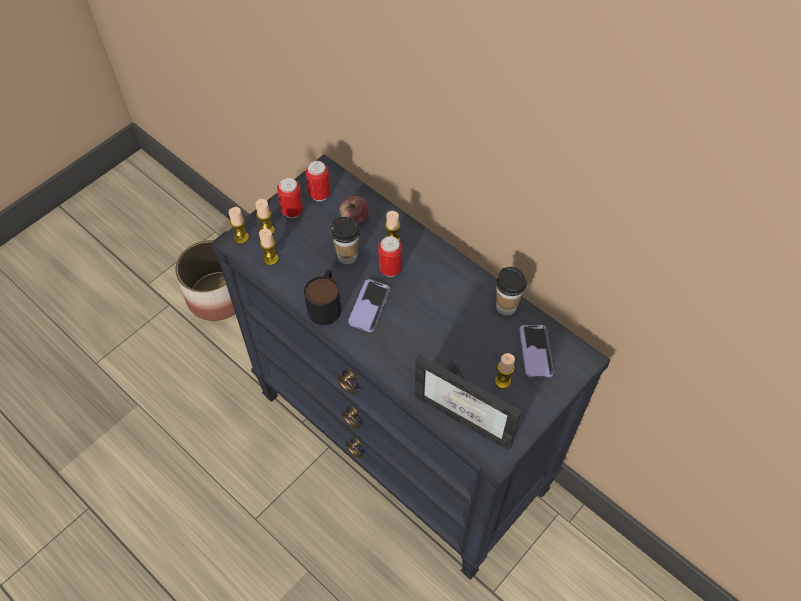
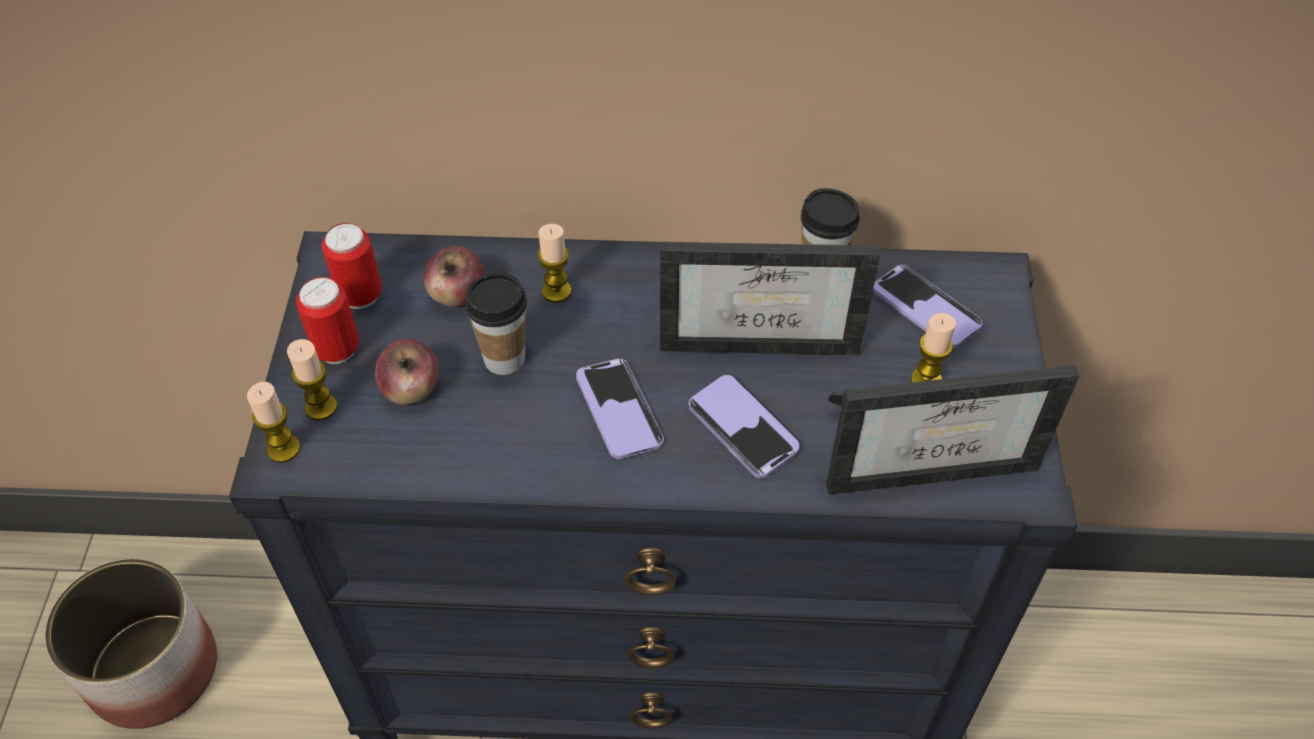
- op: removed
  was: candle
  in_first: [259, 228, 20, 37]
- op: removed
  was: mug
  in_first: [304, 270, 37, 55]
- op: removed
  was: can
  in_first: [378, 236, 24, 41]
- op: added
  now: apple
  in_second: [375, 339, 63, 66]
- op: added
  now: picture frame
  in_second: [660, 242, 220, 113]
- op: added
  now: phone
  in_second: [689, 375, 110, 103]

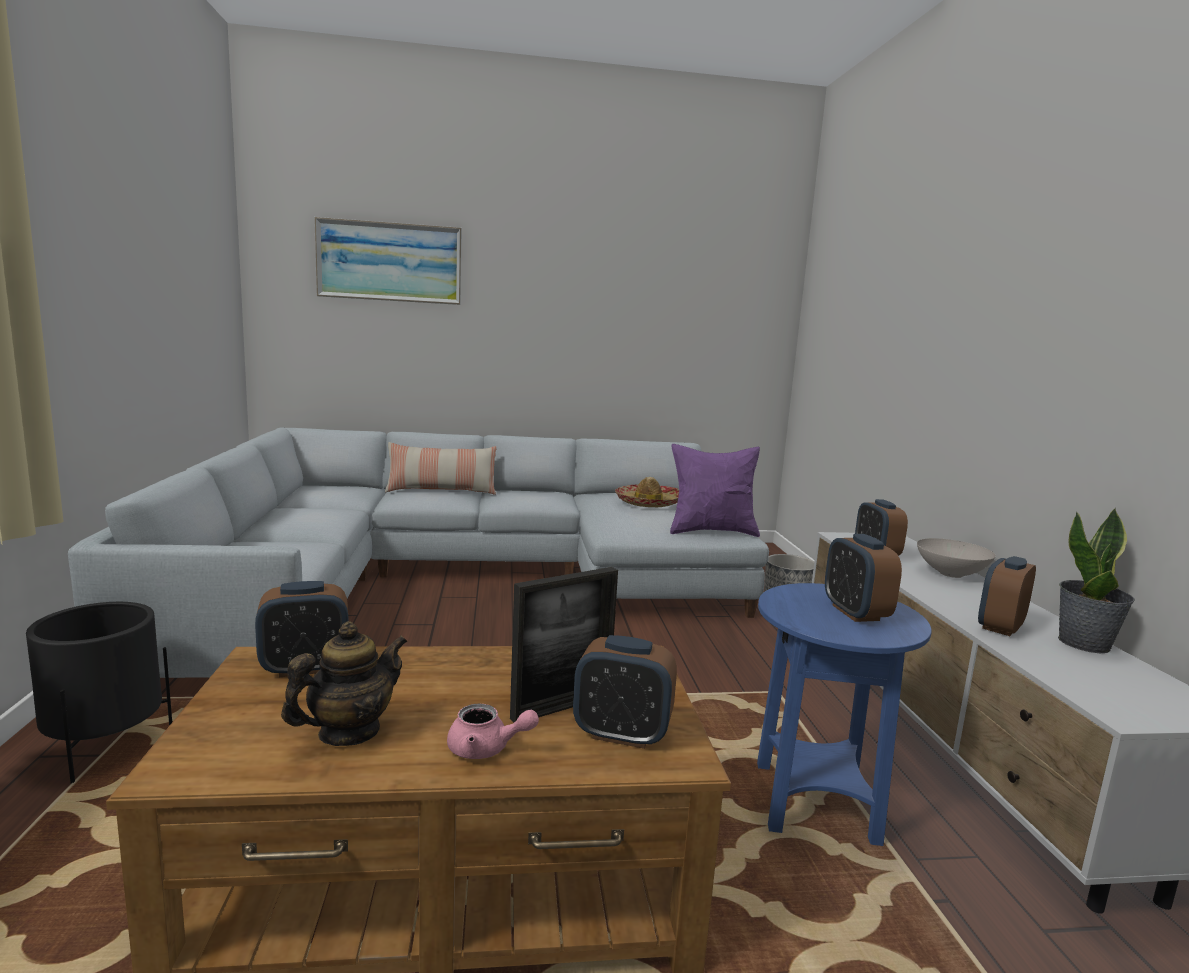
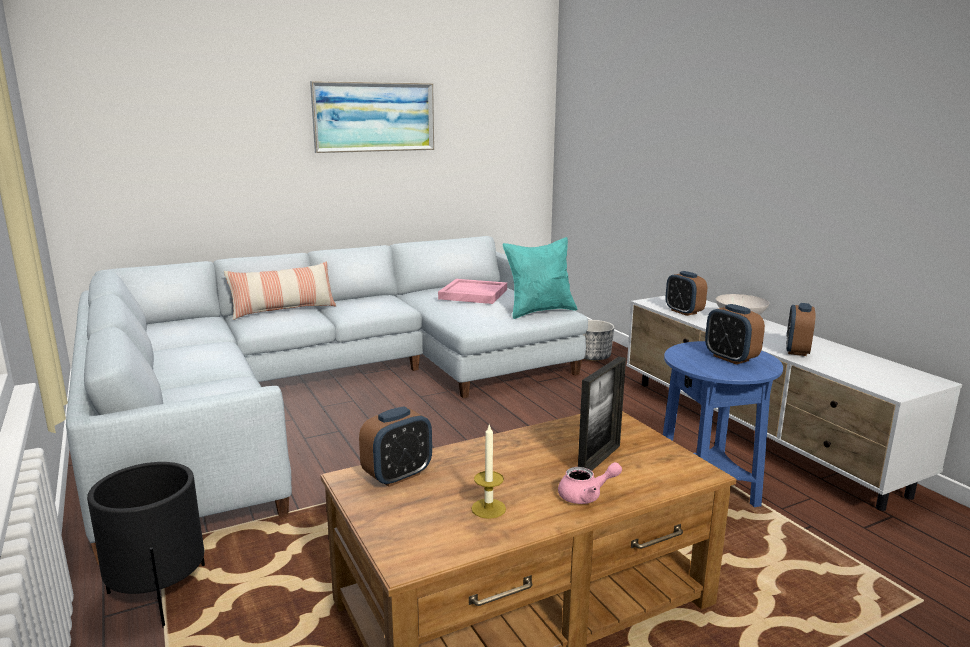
- op: removed
  was: alarm clock
  in_first: [573, 635, 104, 114]
- op: removed
  was: potted plant
  in_first: [1058, 508, 77, 145]
- op: moved
  was: picture
  in_first: [314, 217, 148, 88]
  in_second: [310, 81, 124, 72]
- op: replaced
  was: teapot
  now: candle
  in_first: [281, 621, 127, 125]
  in_second: [471, 424, 35, 95]
- op: replaced
  was: hat
  now: tray in pink
  in_first: [615, 477, 64, 30]
  in_second: [438, 279, 69, 25]
- op: recoloured
  was: pillow in purple
  now: pillow in turquoise
  in_first: [670, 444, 90, 93]
  in_second: [503, 237, 74, 82]

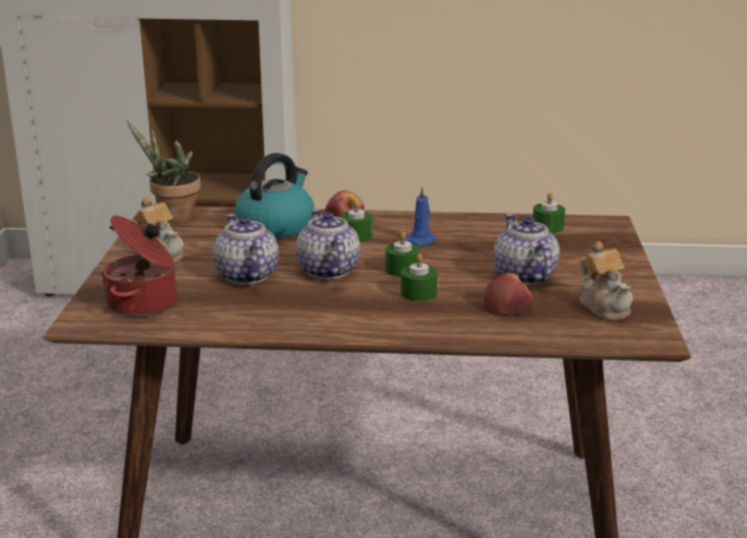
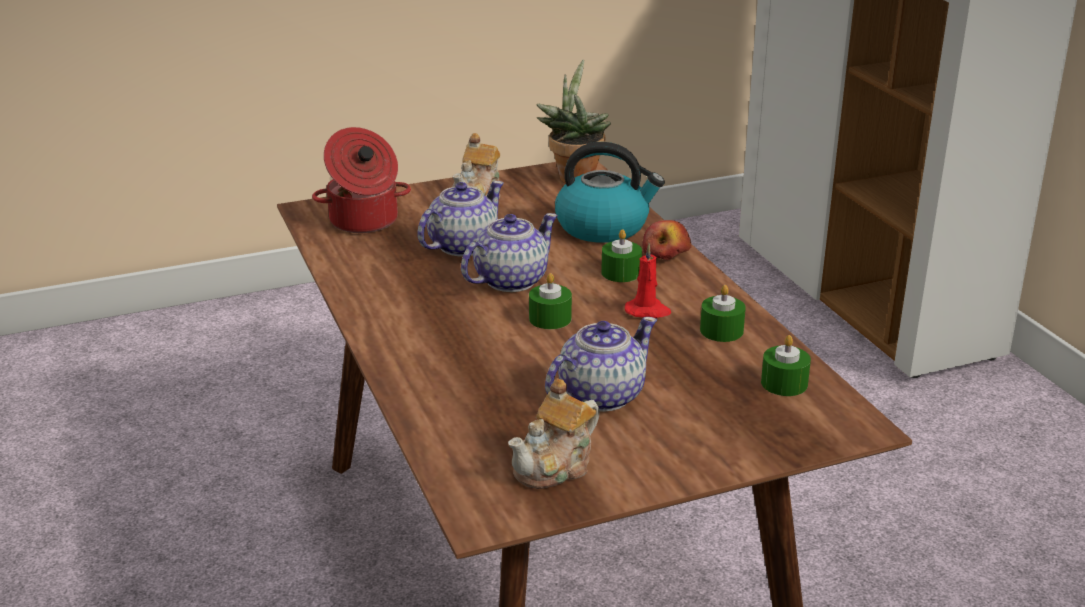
- op: removed
  was: apple
  in_first: [484, 273, 49, 42]
- op: moved
  was: candle in green
  in_first: [401, 254, 36, 48]
  in_second: [700, 285, 46, 57]
- op: recoloured
  was: candle in blue
  now: candle in red
  in_first: [405, 186, 32, 60]
  in_second: [625, 244, 46, 74]

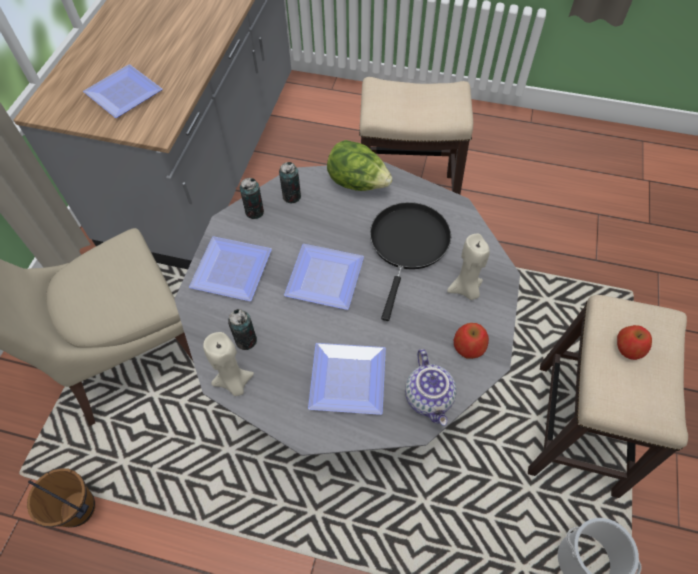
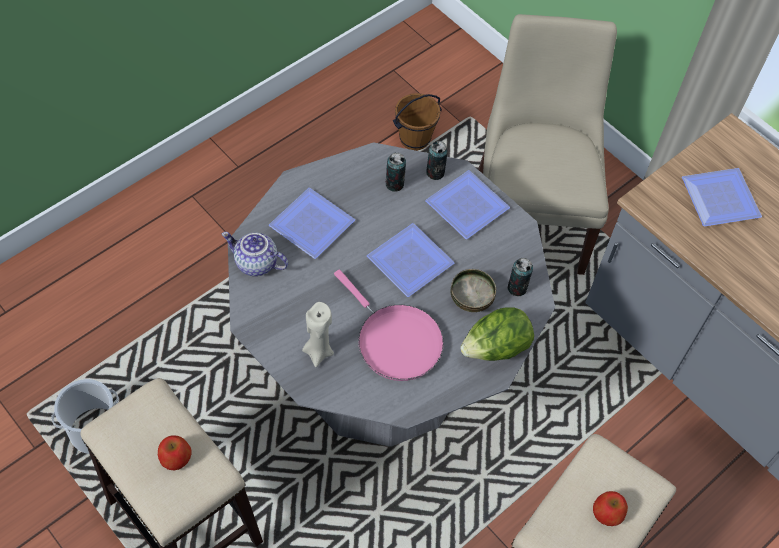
- op: removed
  was: candle in beige
  in_first: [203, 332, 51, 64]
- op: added
  now: bowl
  in_second: [450, 269, 46, 43]
- op: moved
  was: can
  in_first: [240, 178, 24, 41]
  in_second: [426, 141, 22, 39]
- op: moved
  was: apple
  in_first: [454, 323, 35, 36]
  in_second: [593, 491, 35, 35]
- op: recoloured
  was: frying pan in black
  now: frying pan in pink
  in_first: [370, 202, 81, 119]
  in_second: [334, 270, 110, 111]

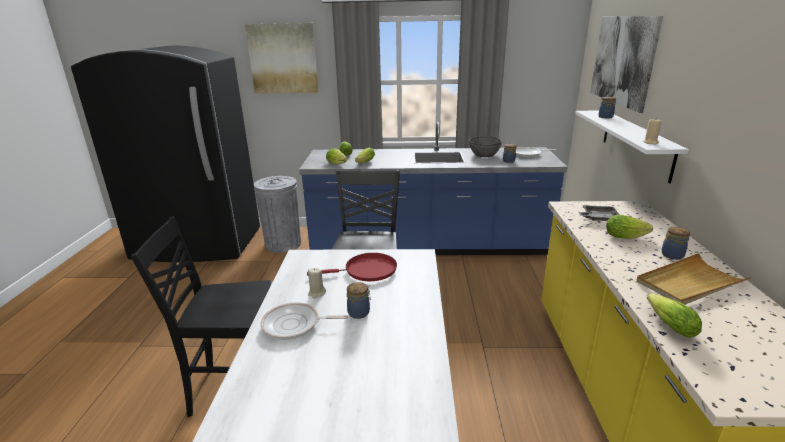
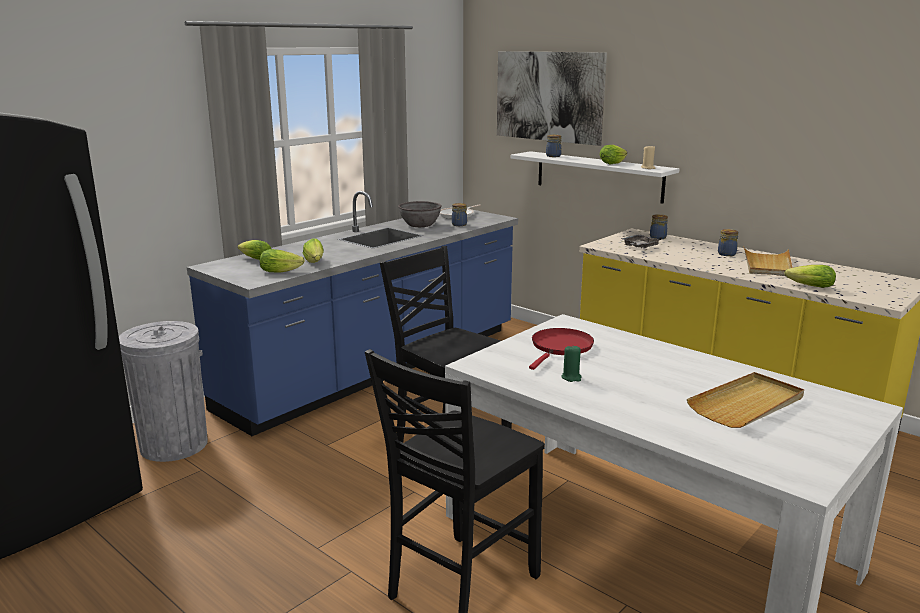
- op: removed
  was: picture
  in_first: [245, 23, 73, 71]
- op: removed
  was: frying pan
  in_first: [261, 302, 87, 38]
- op: added
  now: tray in beige
  in_second: [687, 372, 117, 56]
- op: moved
  was: jar
  in_first: [347, 282, 24, 37]
  in_second: [650, 214, 18, 25]
- op: moved
  was: lettuce
  in_first: [606, 215, 47, 24]
  in_second: [600, 145, 27, 19]
- op: recoloured
  was: candle in beige
  now: candle in green
  in_first: [308, 268, 18, 30]
  in_second: [562, 345, 20, 37]

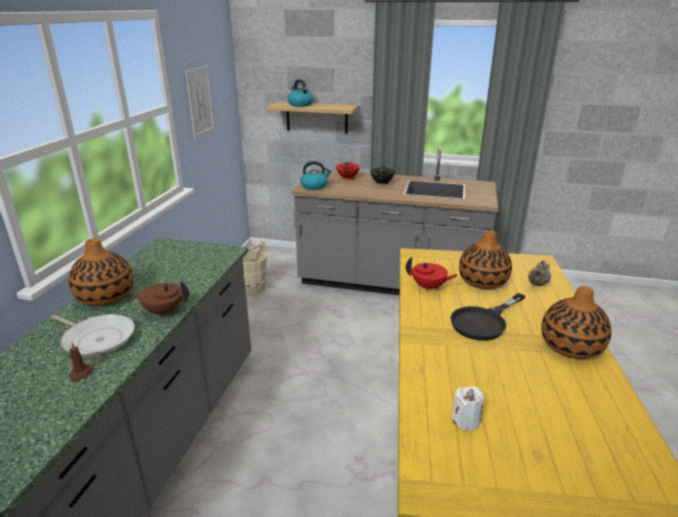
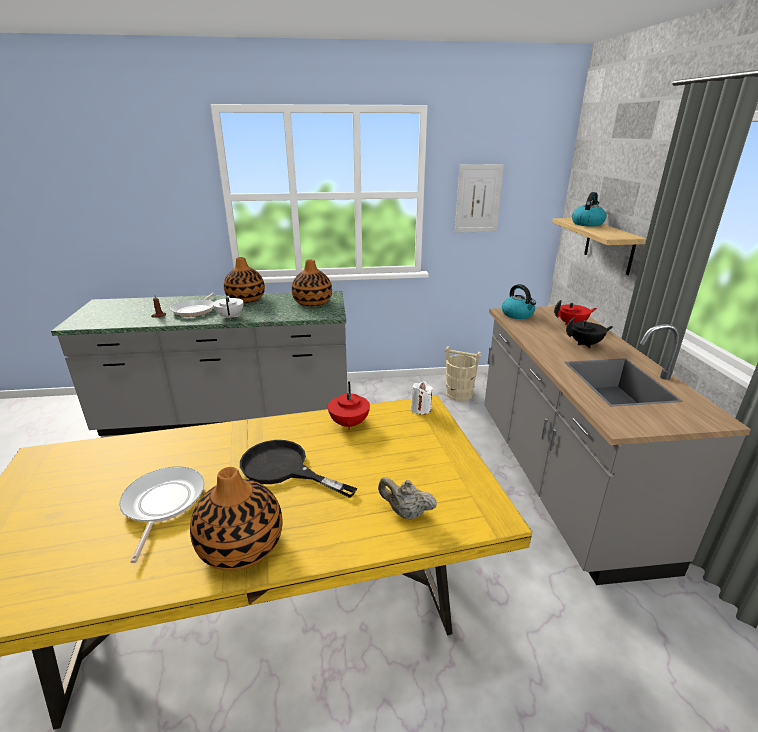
- op: added
  now: frying pan
  in_second: [119, 467, 85, 96]
- op: moved
  was: candle in white
  in_first: [451, 387, 33, 44]
  in_second: [410, 381, 23, 34]
- op: moved
  was: vase
  in_first: [459, 230, 53, 59]
  in_second: [292, 259, 40, 47]
- op: recoloured
  was: teapot in brown
  now: teapot in white
  in_first: [129, 281, 60, 36]
  in_second: [213, 296, 30, 24]

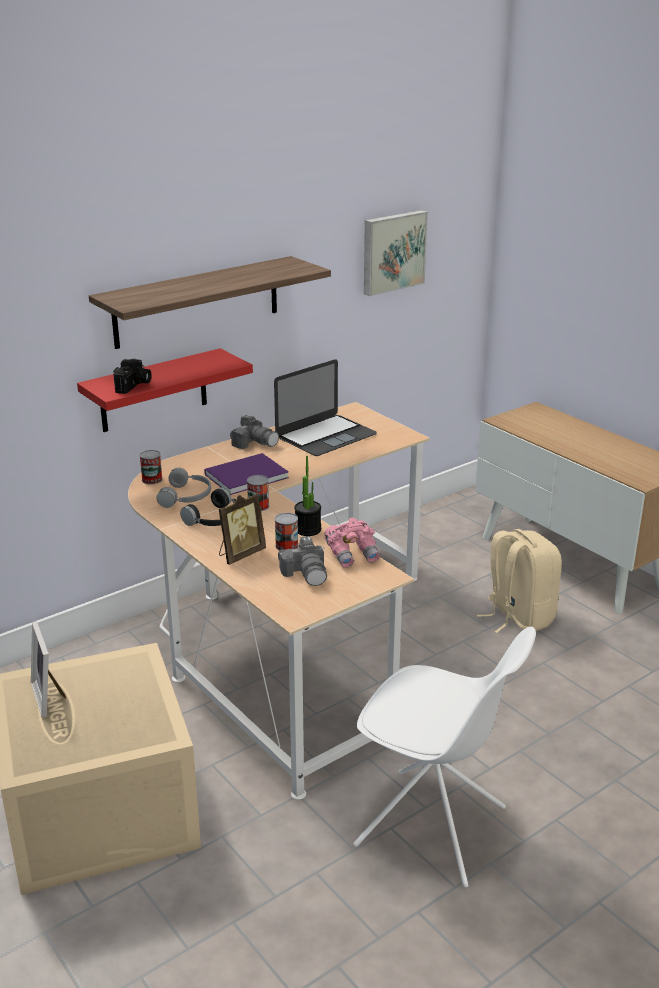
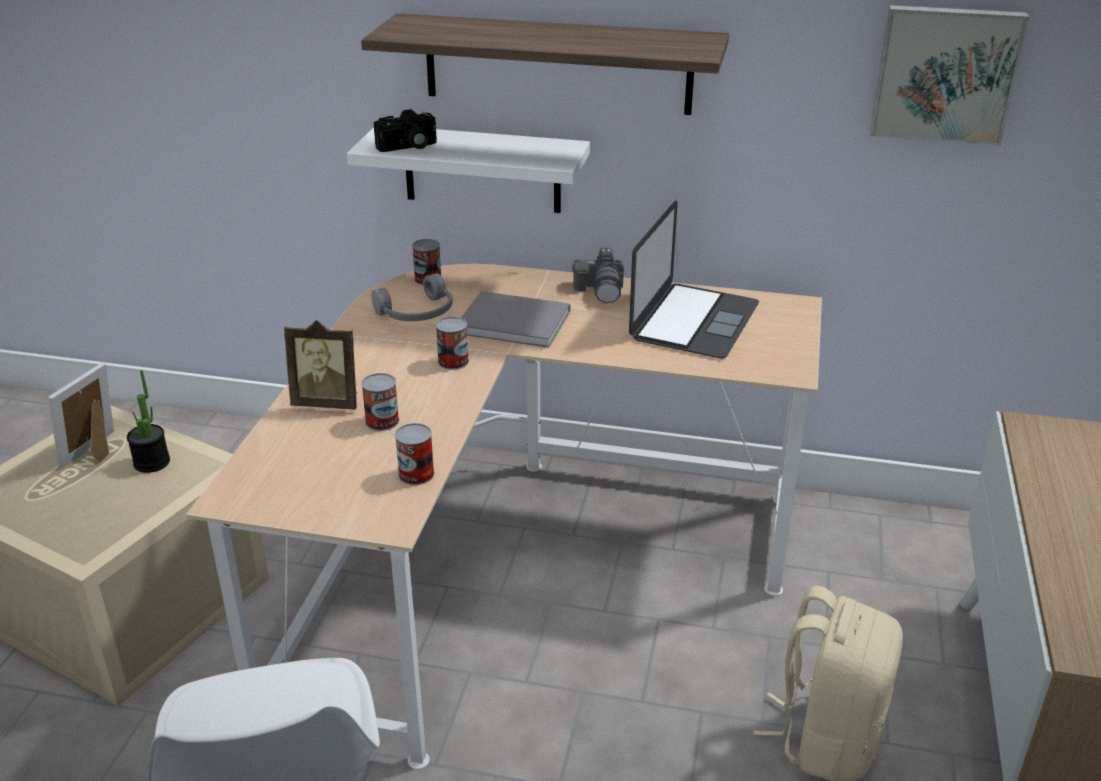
- op: removed
  was: headphones in black
  in_first: [180, 488, 56, 38]
- op: removed
  was: photo camera
  in_first: [278, 536, 49, 50]
- op: moved
  was: potted plant
  in_first: [295, 456, 26, 80]
  in_second: [127, 370, 43, 103]
- op: replaced
  was: binoculars in pink
  now: can
  in_first: [324, 518, 56, 49]
  in_second: [395, 423, 39, 62]
- op: recoloured
  was: shelf in red
  now: shelf in white
  in_first: [77, 348, 176, 84]
  in_second: [347, 127, 243, 86]
- op: recoloured
  was: book in purple
  now: book in grey
  in_first: [204, 453, 85, 42]
  in_second: [461, 291, 109, 57]
- op: turned
  was: laptop
  in_first: [274, 359, 103, 97]
  in_second: [629, 201, 130, 157]
  clockwise: -75

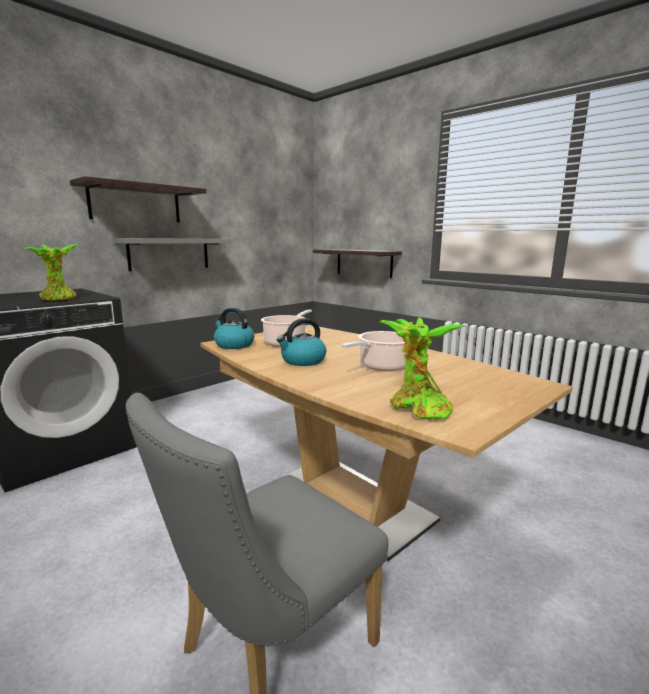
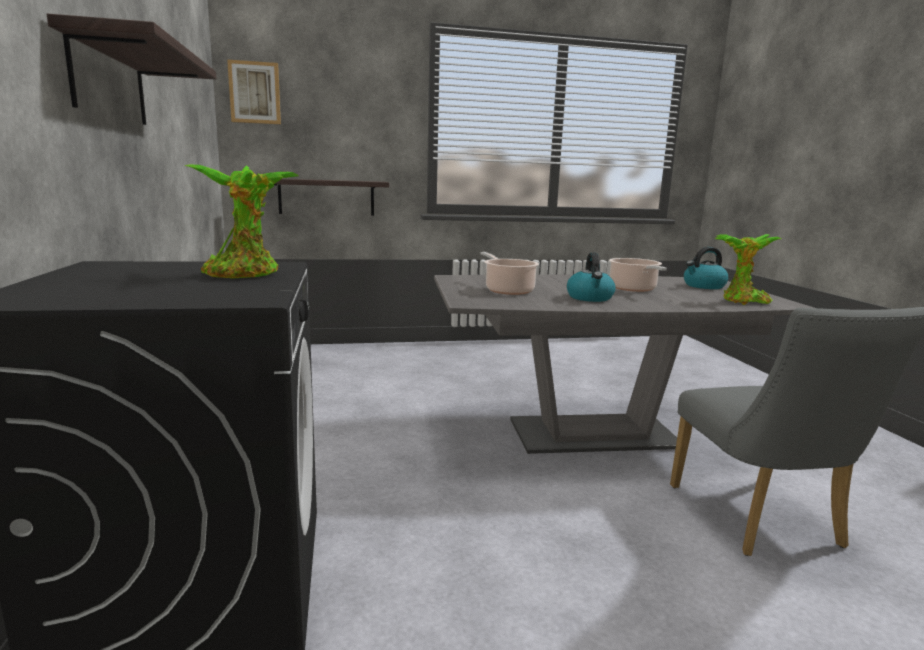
- op: removed
  was: shelf in grey
  in_first: [112, 238, 120, 33]
- op: added
  now: picture
  in_second: [227, 59, 54, 65]
- op: moved
  was: kettle
  in_first: [214, 308, 40, 41]
  in_second: [684, 247, 45, 42]
- op: recoloured
  was: dining table in brown
  now: dining table in grey
  in_first: [201, 325, 372, 236]
  in_second: [434, 274, 380, 180]

